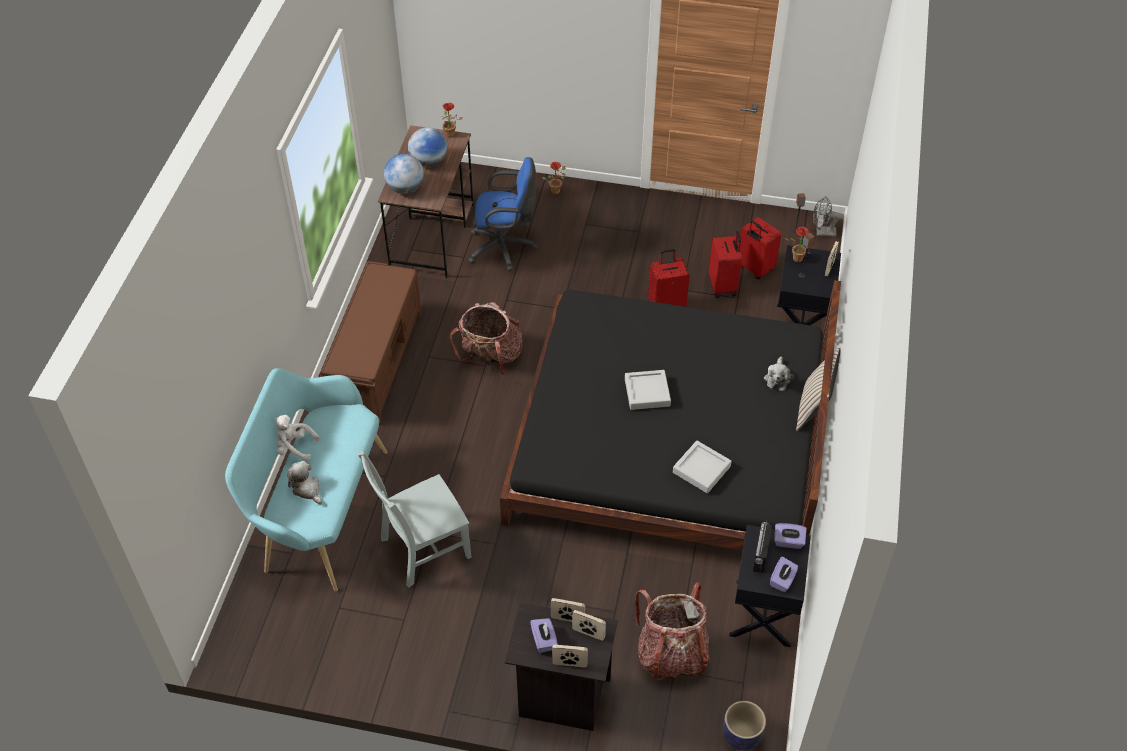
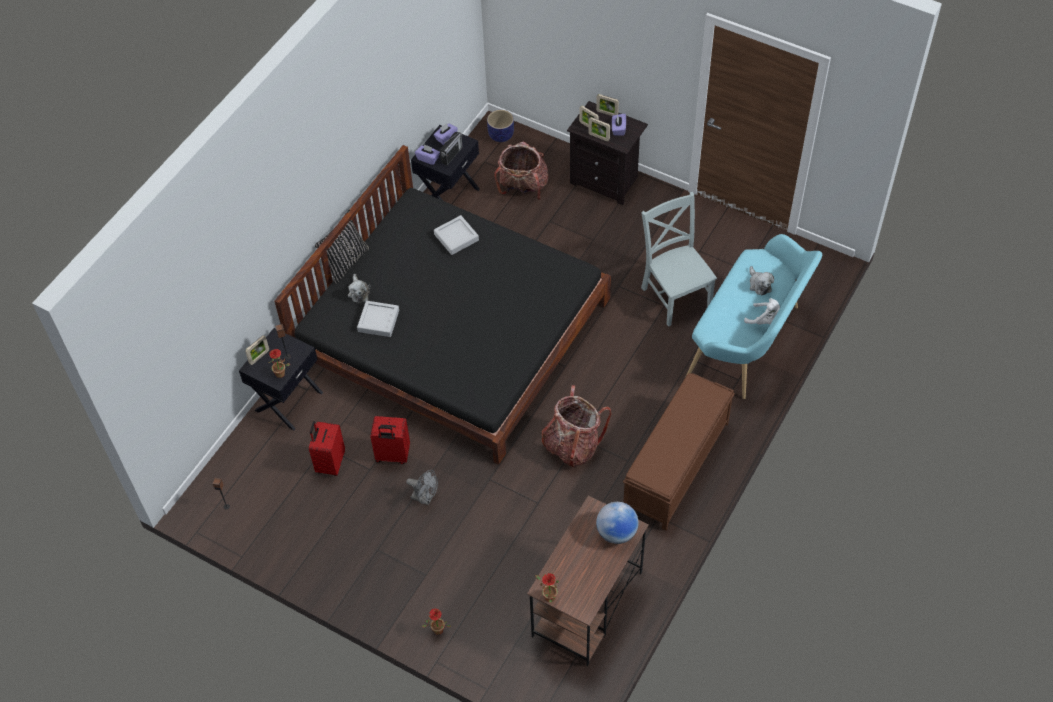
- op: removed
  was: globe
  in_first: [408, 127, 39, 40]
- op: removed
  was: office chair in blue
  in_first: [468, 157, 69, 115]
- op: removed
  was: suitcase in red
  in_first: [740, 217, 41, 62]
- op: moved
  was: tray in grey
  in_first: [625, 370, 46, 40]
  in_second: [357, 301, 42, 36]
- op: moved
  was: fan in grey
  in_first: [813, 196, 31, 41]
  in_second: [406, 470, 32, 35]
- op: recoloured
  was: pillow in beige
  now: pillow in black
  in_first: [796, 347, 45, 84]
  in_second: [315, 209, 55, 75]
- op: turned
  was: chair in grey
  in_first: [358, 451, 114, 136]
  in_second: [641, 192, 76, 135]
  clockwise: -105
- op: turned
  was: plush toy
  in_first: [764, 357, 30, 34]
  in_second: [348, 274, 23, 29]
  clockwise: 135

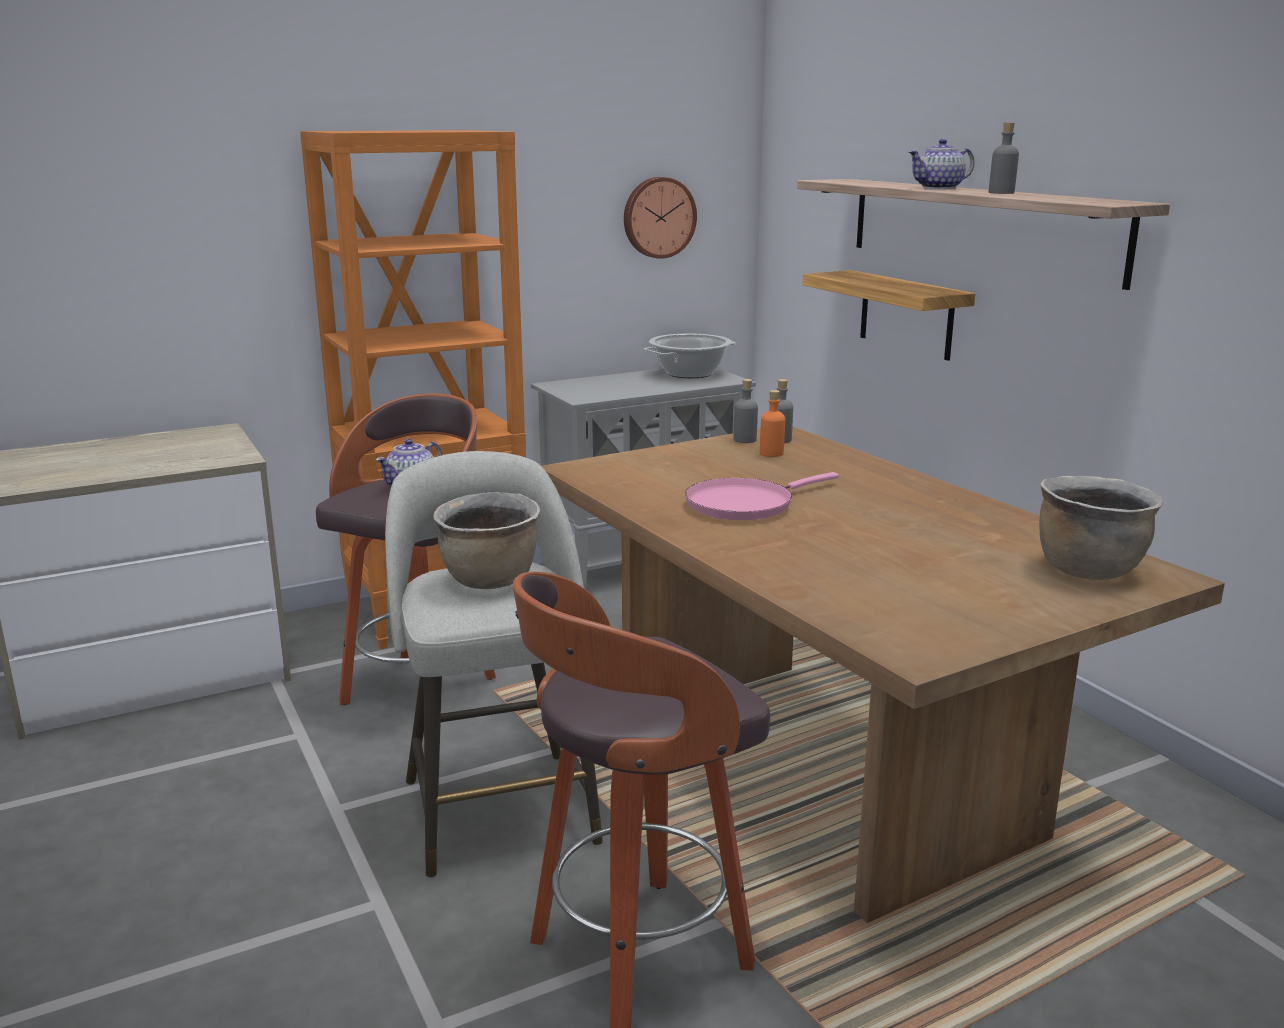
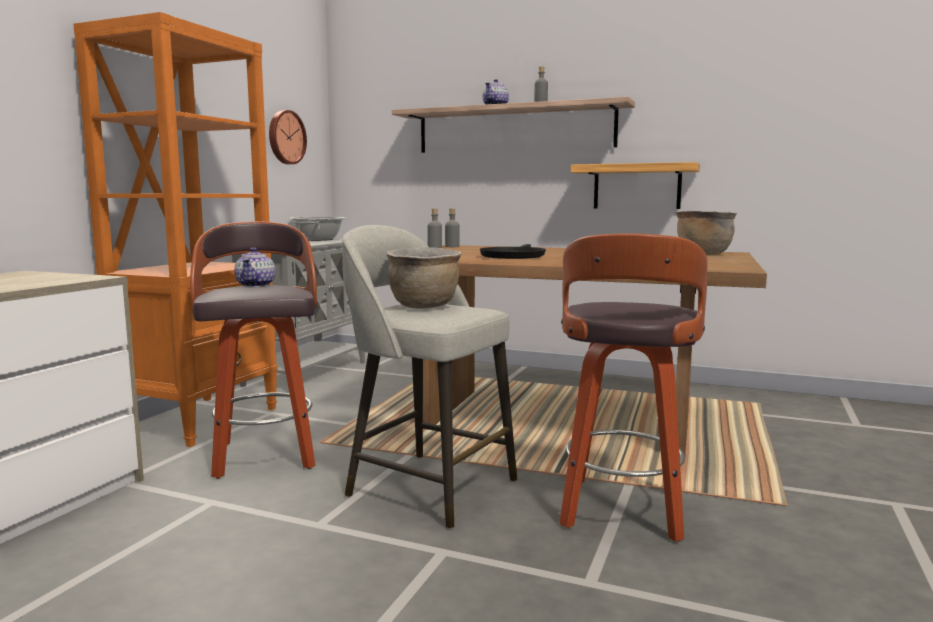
- op: removed
  was: bottle in orange
  in_first: [760, 390, 25, 67]
- op: moved
  was: shelf
  in_first: [802, 270, 173, 91]
  in_second: [571, 162, 129, 47]
- op: recoloured
  was: frying pan in pink
  now: frying pan in black
  in_first: [685, 472, 154, 48]
  in_second: [480, 244, 66, 15]

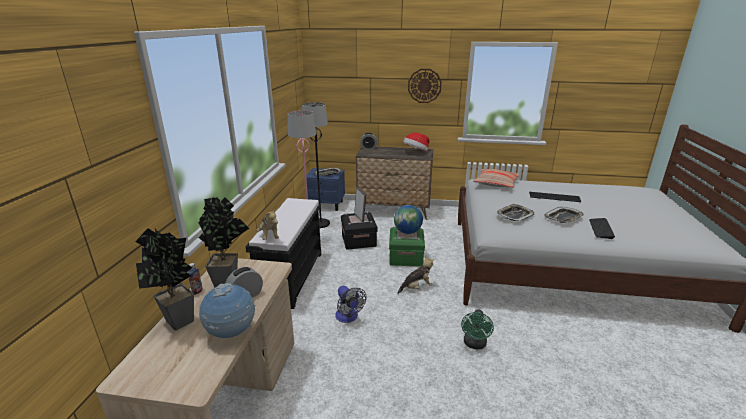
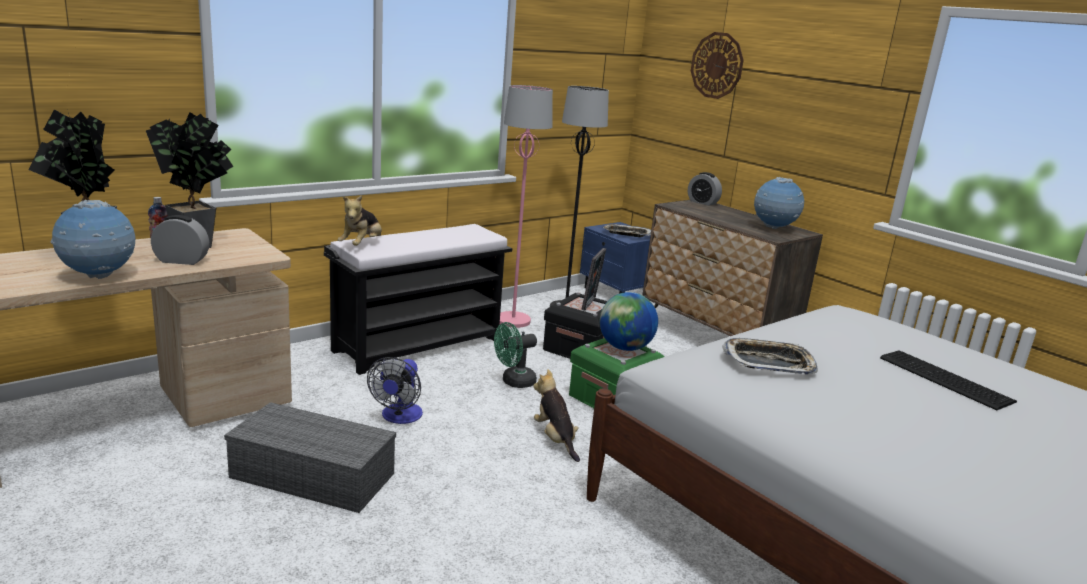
- op: removed
  was: pillow
  in_first: [473, 169, 46, 19]
- op: removed
  was: tray
  in_first: [544, 207, 40, 16]
- op: removed
  was: keyboard
  in_first: [589, 218, 26, 21]
- op: added
  now: storage box in grey
  in_second: [224, 402, 172, 111]
- op: moved
  was: wall clock
  in_first: [408, 69, 34, 34]
  in_second: [691, 32, 53, 67]
- op: moved
  was: fan in green
  in_first: [461, 309, 33, 40]
  in_second: [494, 322, 43, 66]
- op: replaced
  was: hat
  now: globe
  in_first: [403, 133, 26, 19]
  in_second: [754, 176, 50, 53]
- op: turned
  was: plush toy
  in_first: [398, 256, 36, 38]
  in_second: [533, 369, 47, 93]
  clockwise: -135

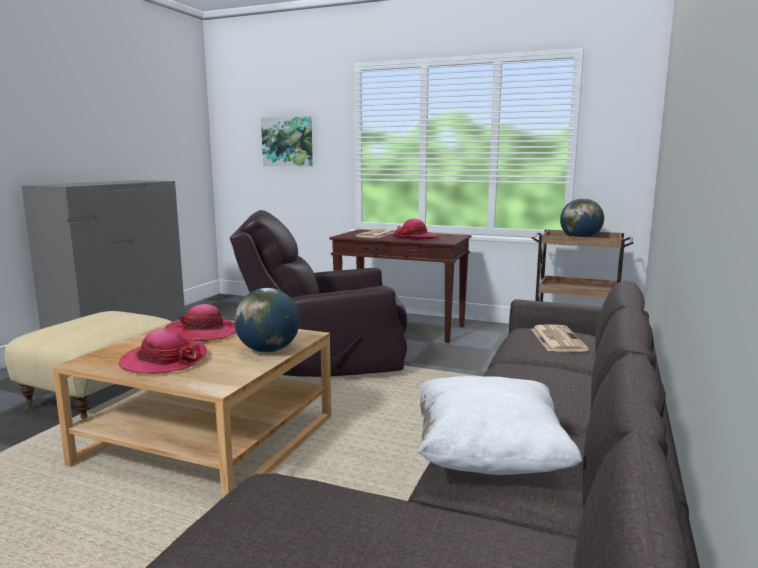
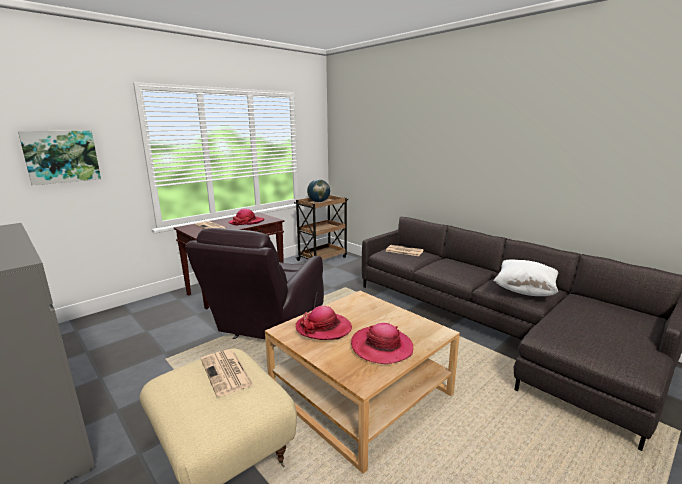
- op: removed
  was: globe
  in_first: [234, 288, 66, 65]
- op: added
  now: newspaper
  in_second: [201, 349, 53, 48]

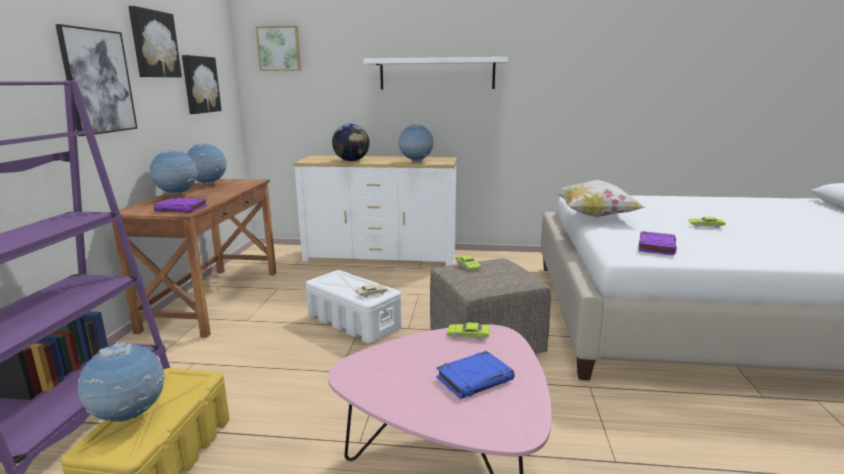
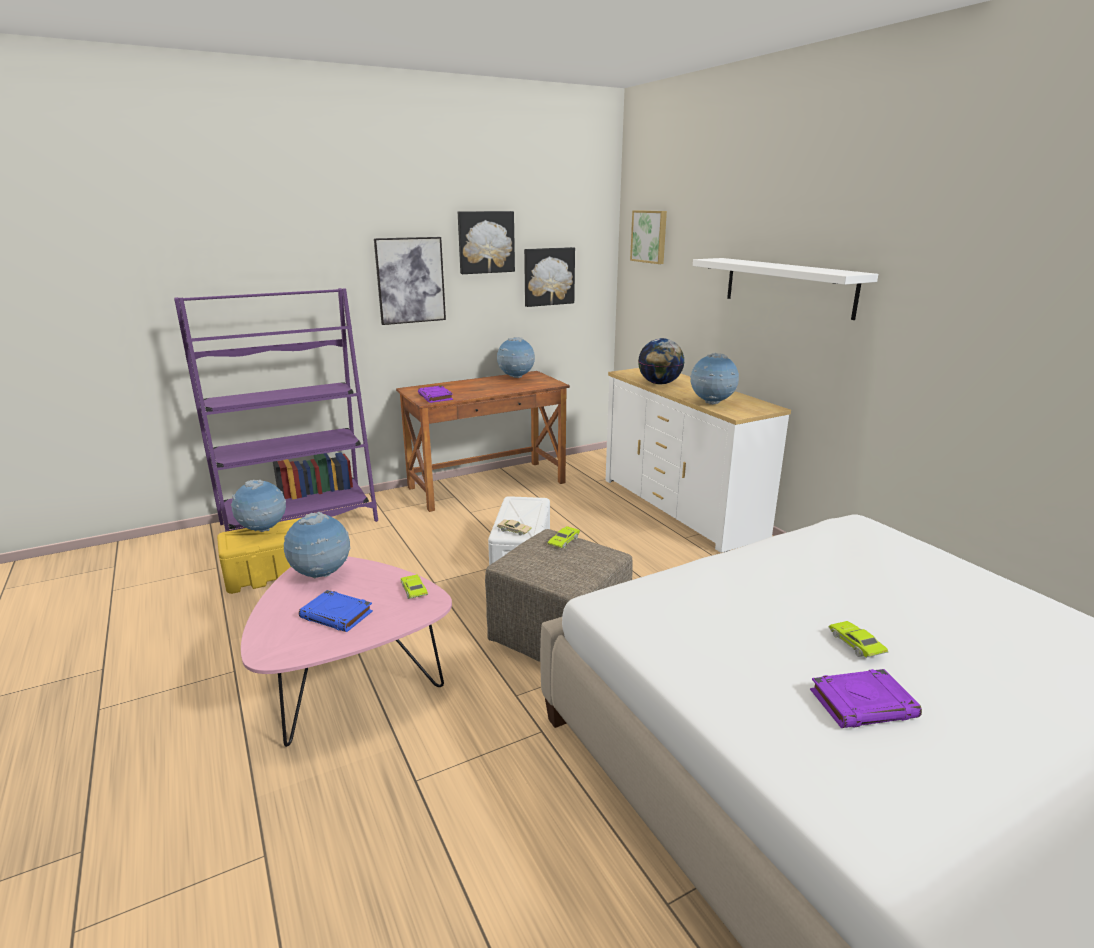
- op: removed
  was: pillow
  in_first: [556, 180, 89, 38]
- op: moved
  was: globe
  in_first: [149, 149, 49, 46]
  in_second: [284, 512, 66, 66]
- op: moved
  was: book in purple
  in_first: [638, 231, 39, 24]
  in_second: [810, 669, 112, 59]

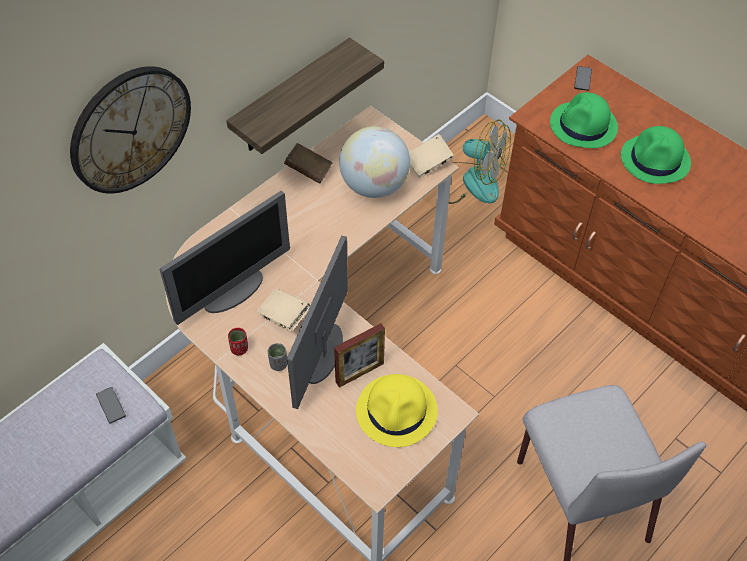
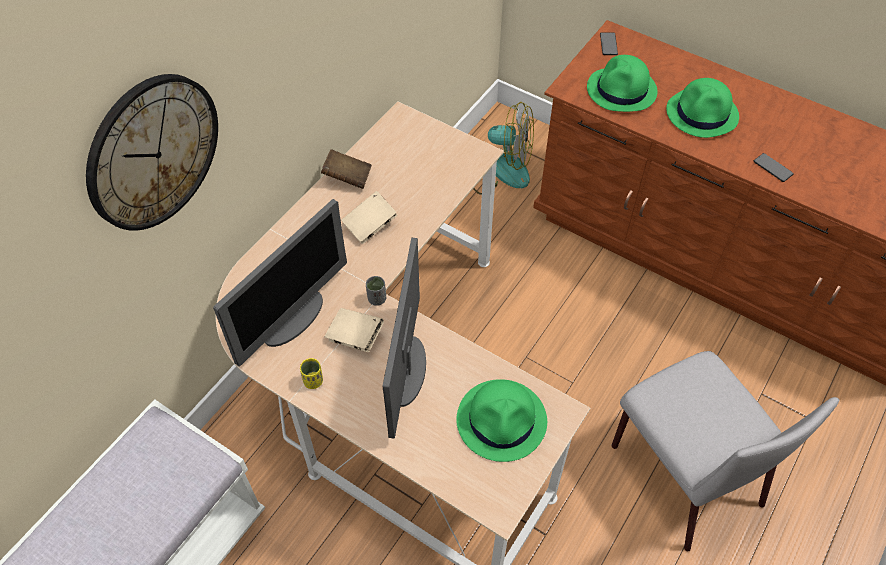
- op: removed
  was: shelf
  in_first: [226, 37, 158, 117]
- op: removed
  was: picture frame
  in_first: [334, 323, 51, 65]
- op: removed
  was: globe
  in_first: [339, 126, 71, 72]
- op: moved
  was: phone
  in_first: [96, 387, 30, 37]
  in_second: [754, 153, 40, 29]
- op: moved
  was: cup in grey
  in_first: [268, 343, 19, 28]
  in_second: [366, 276, 20, 30]
- op: moved
  was: book in beige
  in_first: [409, 134, 45, 44]
  in_second: [341, 191, 56, 53]
- op: recoloured
  was: cup in red
  now: cup in yellow
  in_first: [228, 328, 20, 27]
  in_second: [300, 358, 23, 31]
- op: recoloured
  was: hat in yellow
  now: hat in green
  in_first: [356, 374, 82, 73]
  in_second: [456, 379, 91, 83]

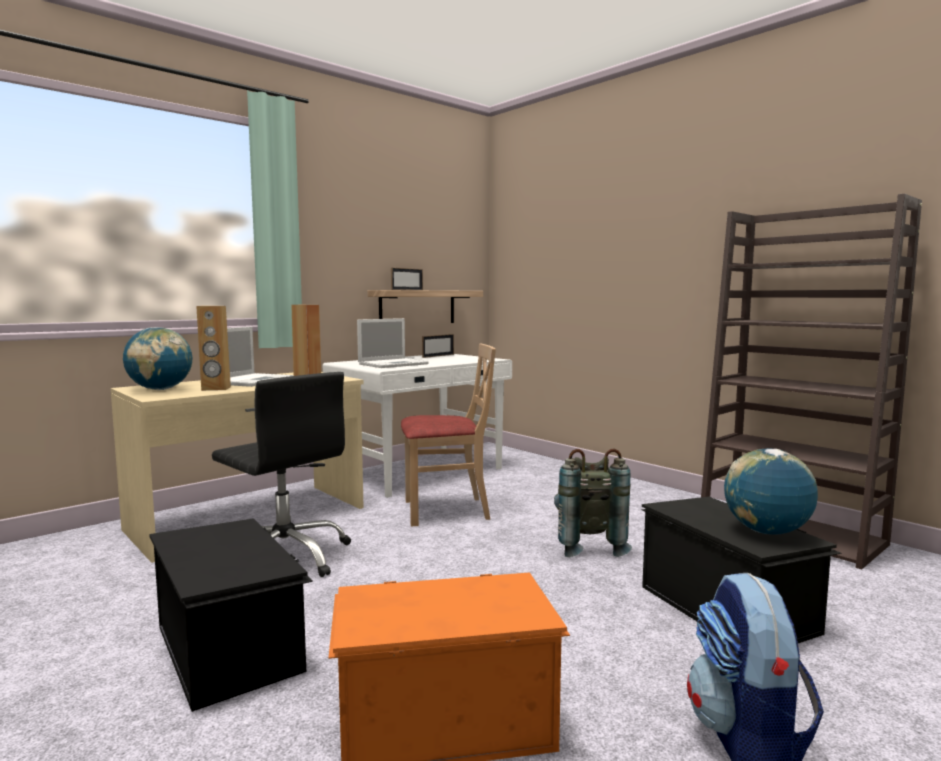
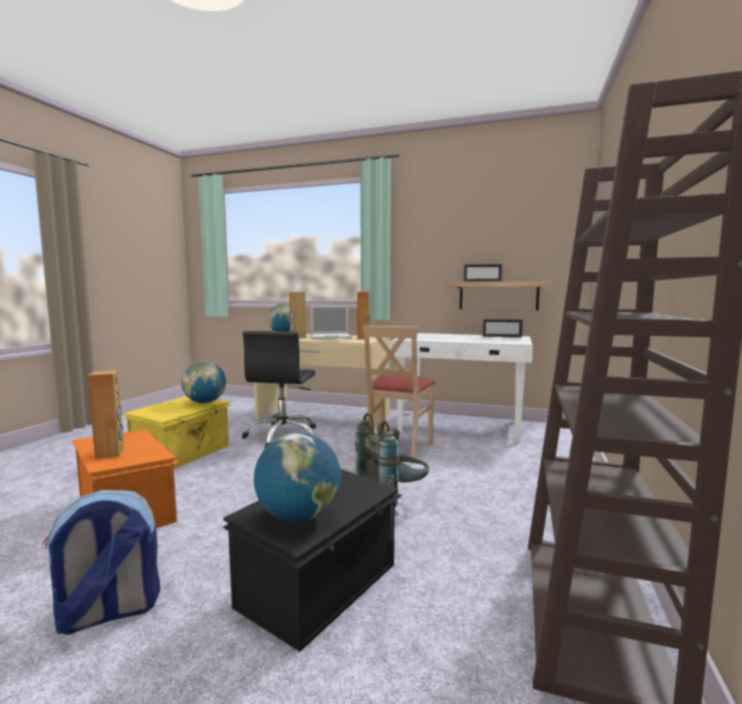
- op: removed
  was: laptop
  in_first: [357, 318, 72, 50]
- op: added
  now: speaker in brown
  in_second: [88, 370, 36, 89]
- op: added
  now: globe
  in_second: [181, 361, 45, 43]
- op: recoloured
  was: storage box in black
  now: storage box in yellow
  in_first: [149, 518, 164, 194]
  in_second: [123, 396, 109, 73]
- op: turned
  was: chair in beige
  in_first: [401, 343, 95, 184]
  in_second: [363, 325, 73, 133]
  clockwise: 60

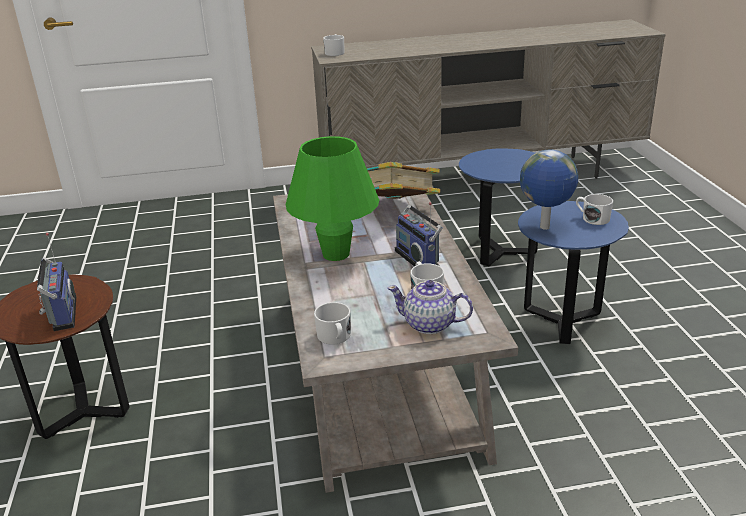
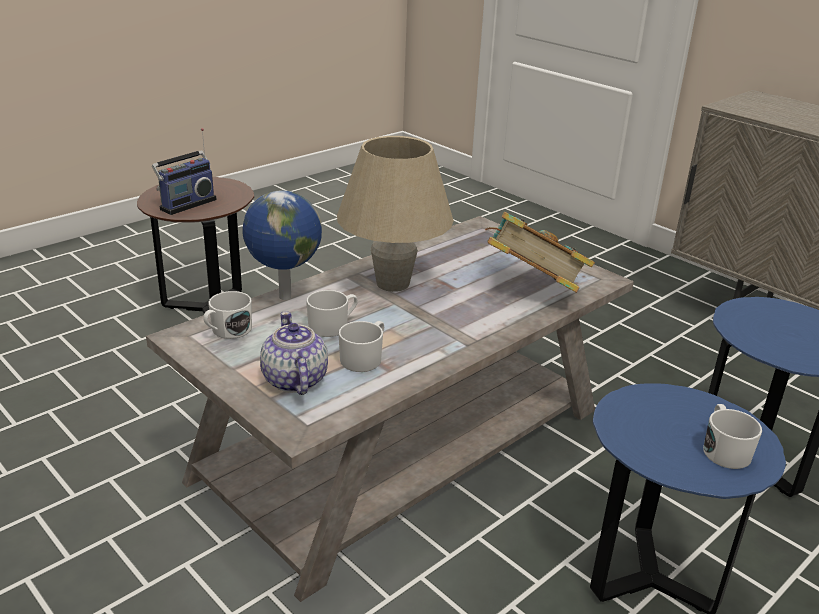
- op: removed
  was: radio
  in_first: [395, 202, 48, 64]
- op: moved
  was: mug in white
  in_first: [323, 34, 21, 22]
  in_second: [306, 290, 52, 47]
- op: moved
  was: globe
  in_first: [520, 149, 58, 81]
  in_second: [242, 190, 80, 110]
- op: recoloured
  was: table lamp in green
  now: table lamp in beige
  in_first: [286, 136, 93, 125]
  in_second: [337, 136, 117, 156]

